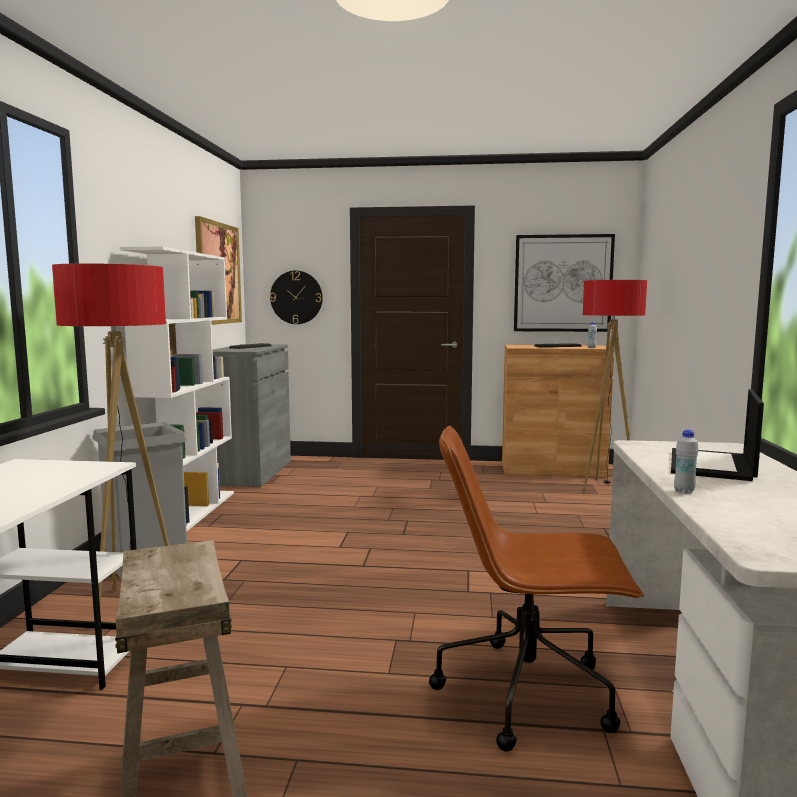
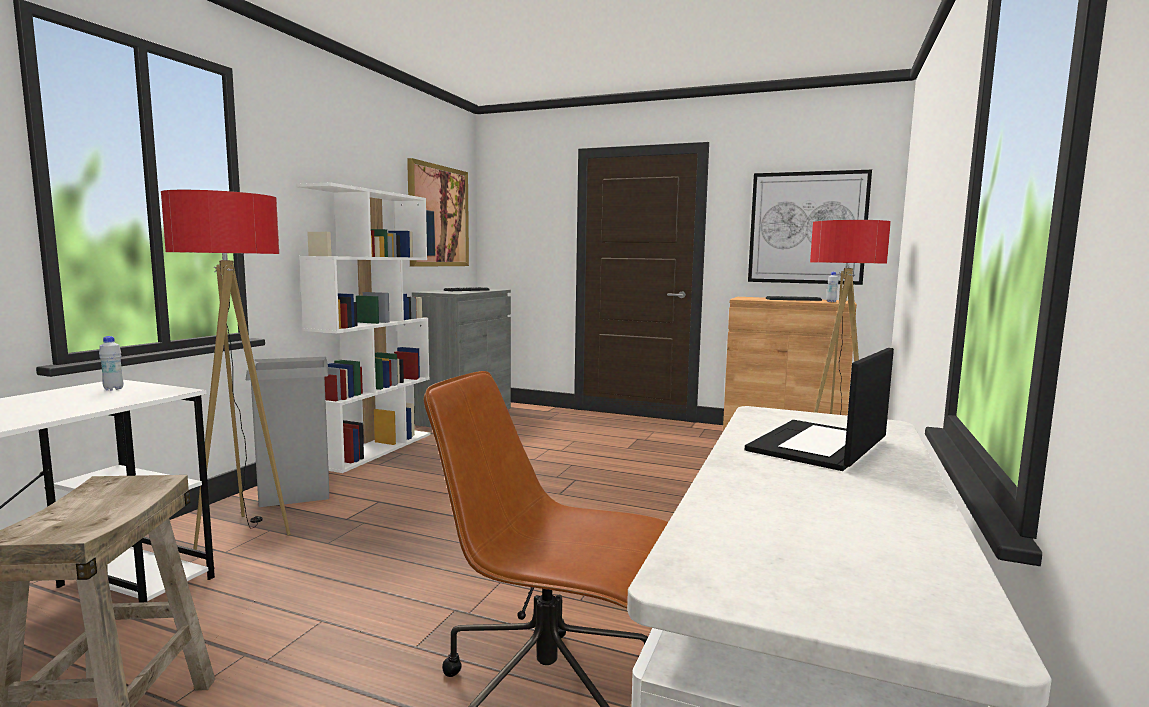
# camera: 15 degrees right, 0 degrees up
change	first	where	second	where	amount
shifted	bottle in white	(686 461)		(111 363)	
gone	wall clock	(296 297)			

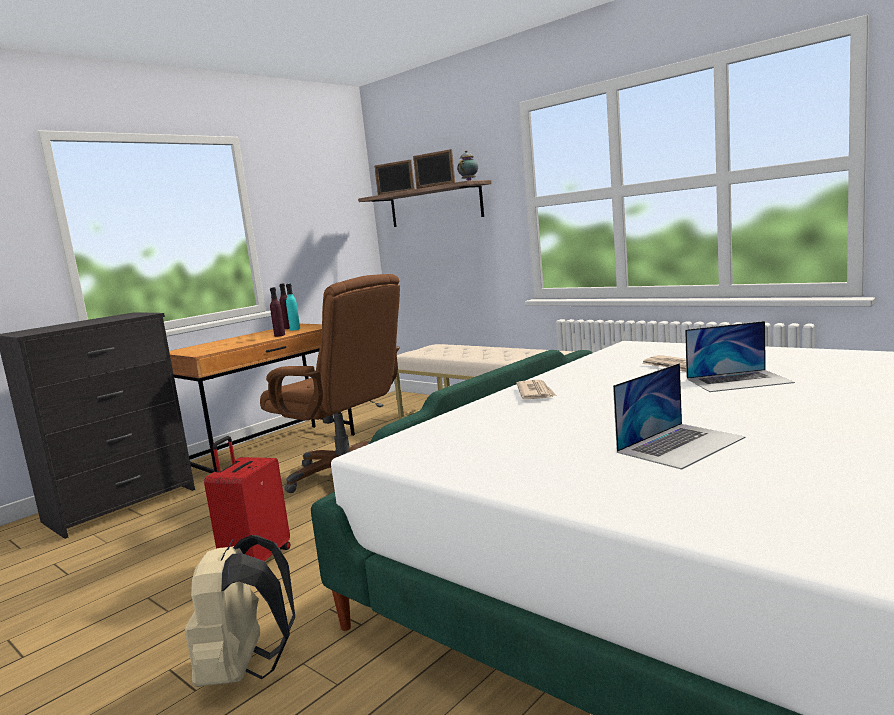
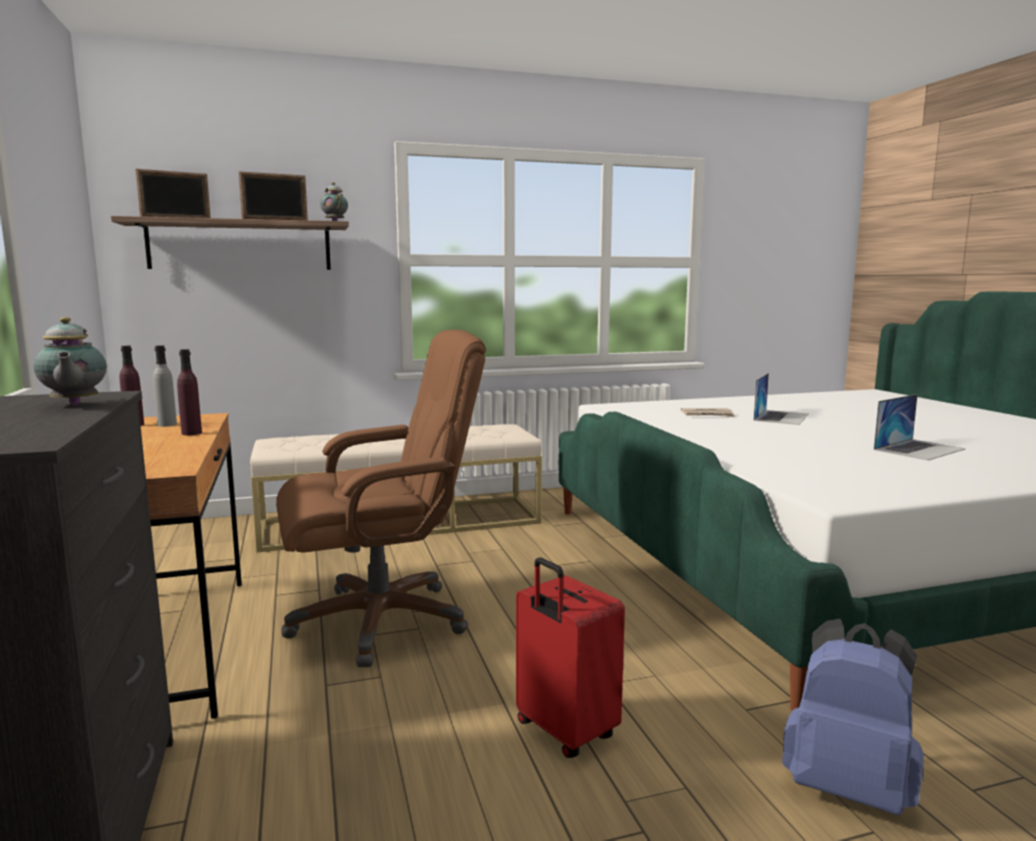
# camera: 60 degrees left, 0 degrees up
change	first	where	second	where	amount
new			teapot	(70 361)	
repainted	bottle in turquoise	(293 307)	bottle in grey	(165 386)	
repainted	backpack in beige	(240 611)	backpack in blue	(853 717)	
rotated	laptop	(679 416)		(920 427)	60 degrees clockwise
gone	newspaper	(536 389)			

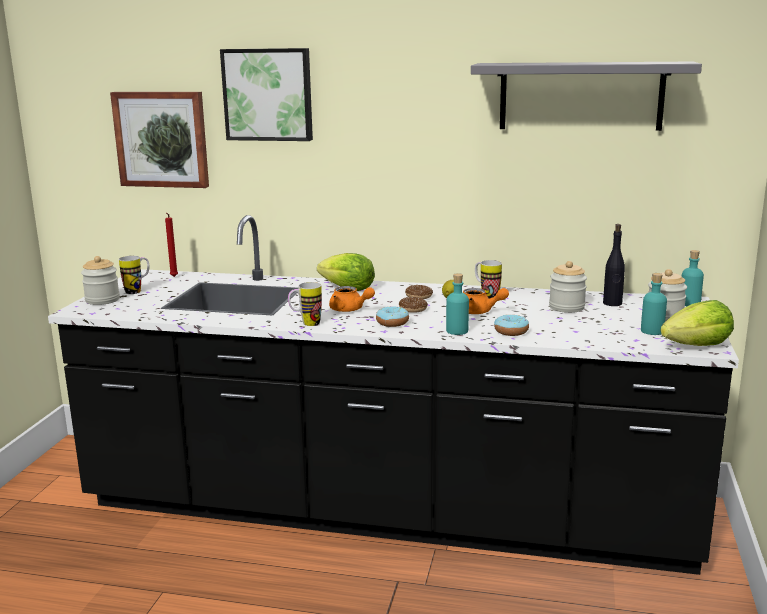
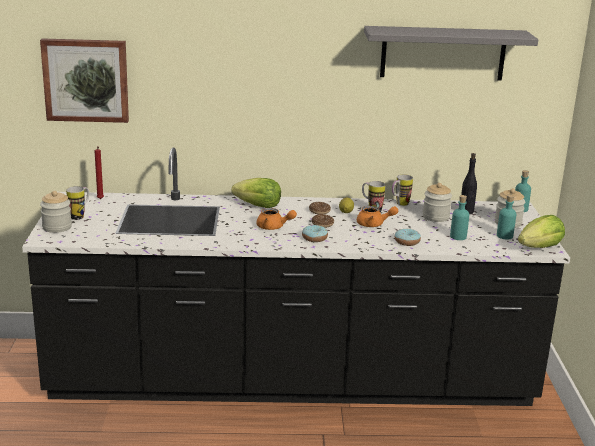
# camera: 15 degrees left, 5 degrees up
change	first	where	second	where	amount
shifted	mug	(305 304)		(402 190)	
shifted	bottle in turquoise	(457 304)		(459 217)	
gone	picture	(266 94)			

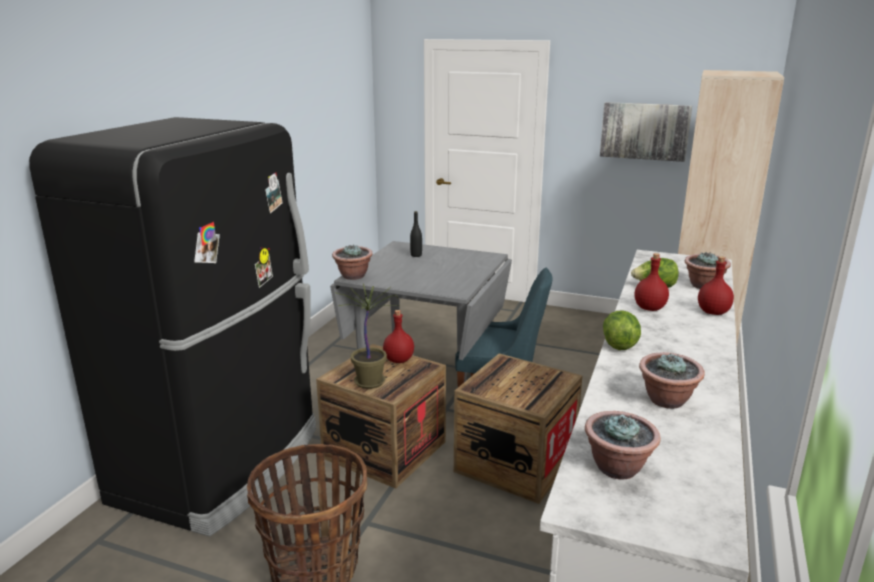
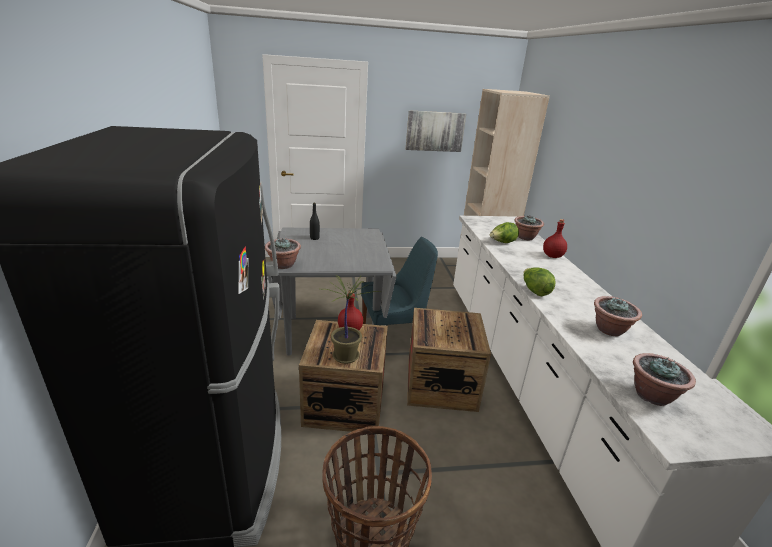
# camera: 30 degrees left, 5 degrees up
change	first	where	second	where	amount
gone	bottle in red	(652 282)			

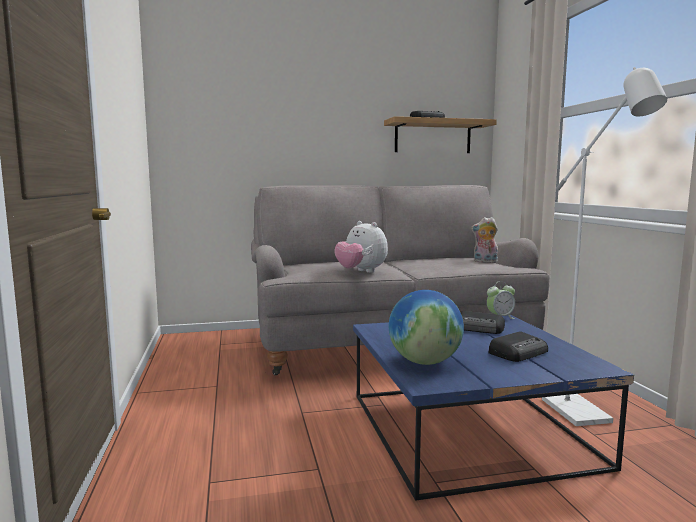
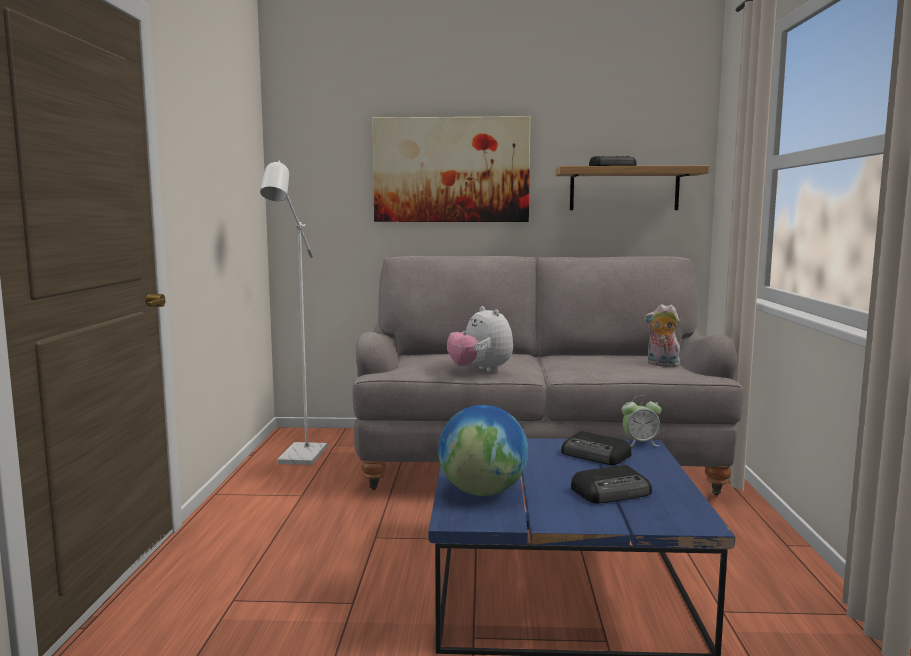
# camera: 15 degrees right, 0 degrees up
change	first	where	second	where	amount
shifted	floor lamp in white	(604 246)		(293 312)	
new			picture	(451 169)	

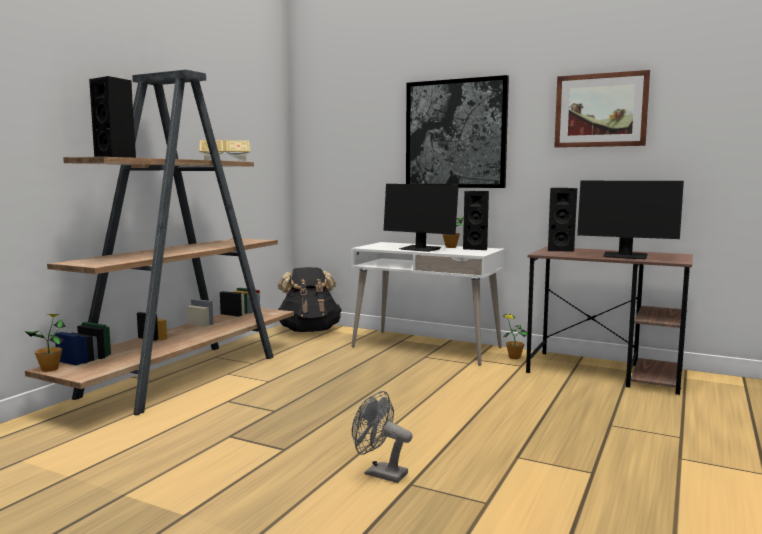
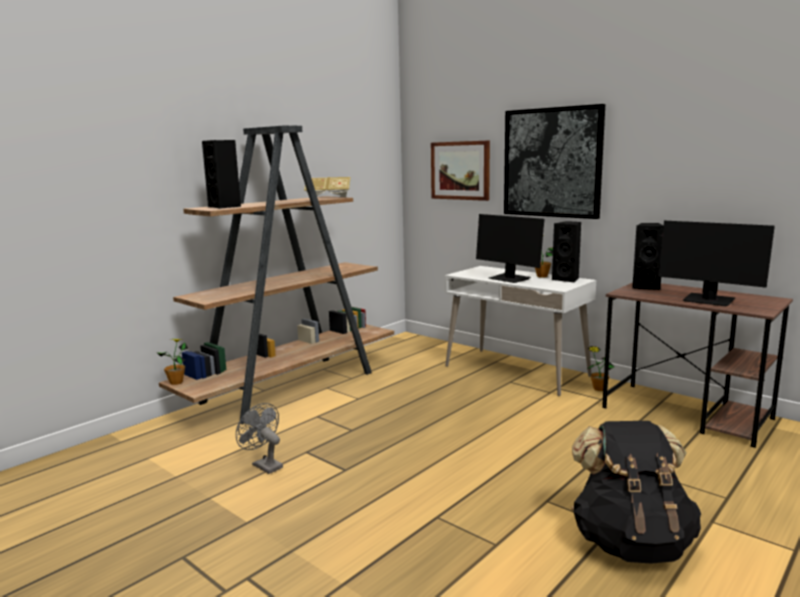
# camera: 15 degrees right, 5 degrees up
change	first	where	second	where	amount
shifted	fan in grey	(382 437)		(259 438)	
shifted	picture	(602 109)		(460 171)	
shifted	backpack in black	(310 299)		(636 492)	

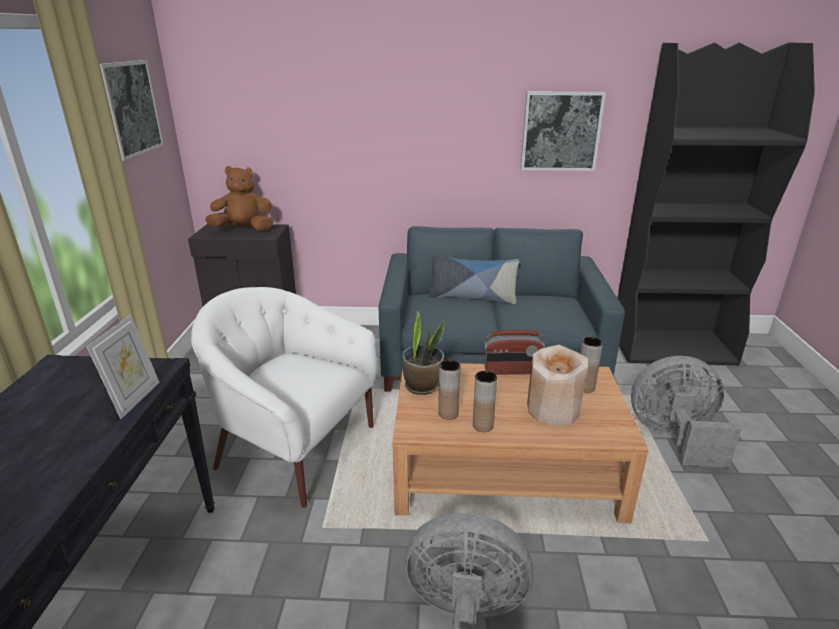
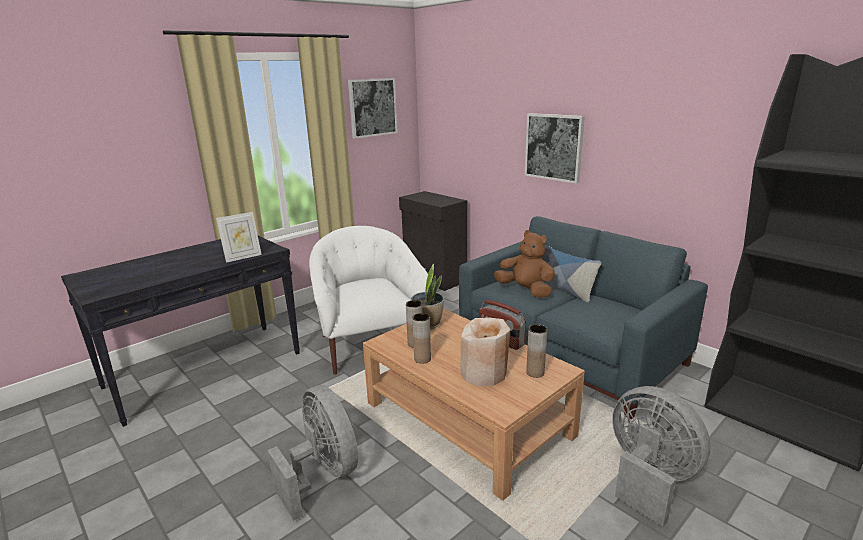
# camera: 45 degrees right, 5 degrees down
change	first	where	second	where	amount
shifted	plush toy in brown	(239 198)		(524 264)	
shifted	picture	(563 131)		(555 148)	

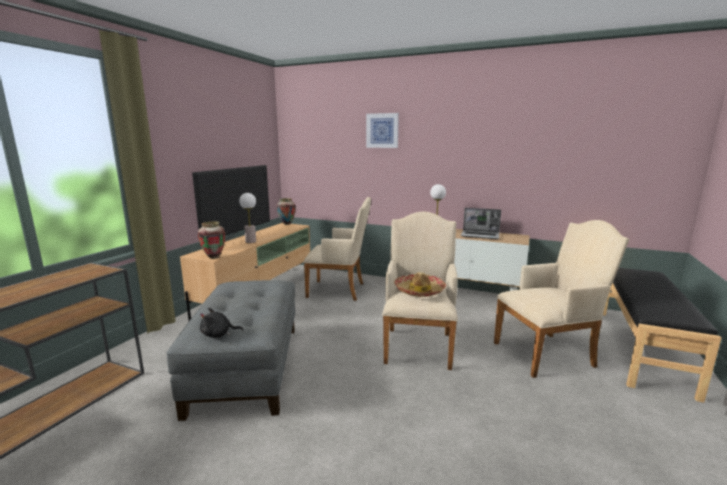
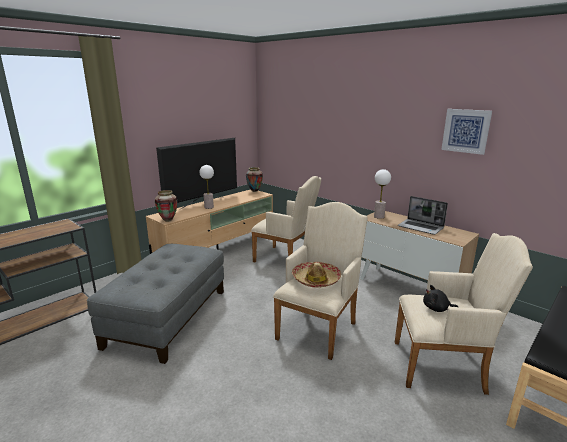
# camera: 20 degrees right, 5 degrees up
change	first	where	second	where	amount
shifted	plush toy in black	(221 323)		(440 298)	
shifted	picture	(382 130)		(466 132)	

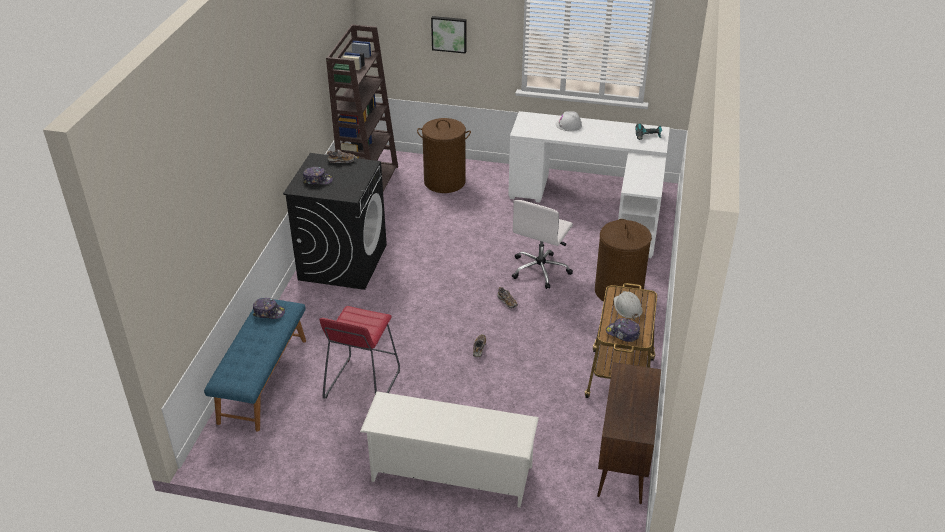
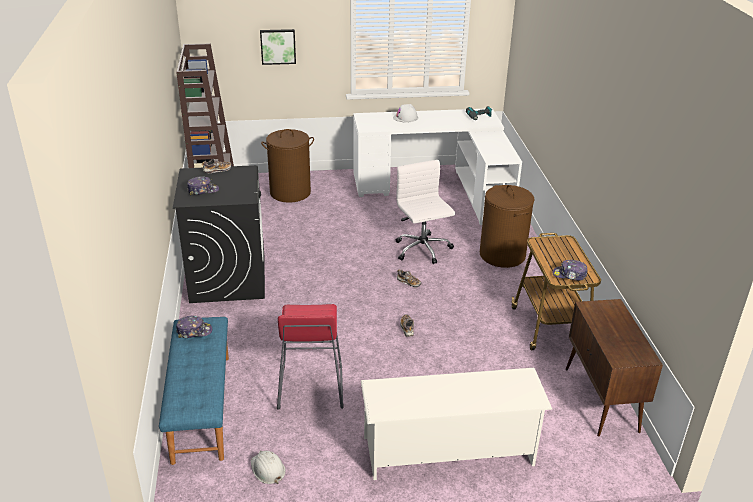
# camera: 20 degrees left, 5 degrees down
change	first	where	second	where	amount
shifted	hard hat in white	(628 305)		(268 467)	
rotated	office chair in white	(542 244)		(425 212)	150 degrees clockwise

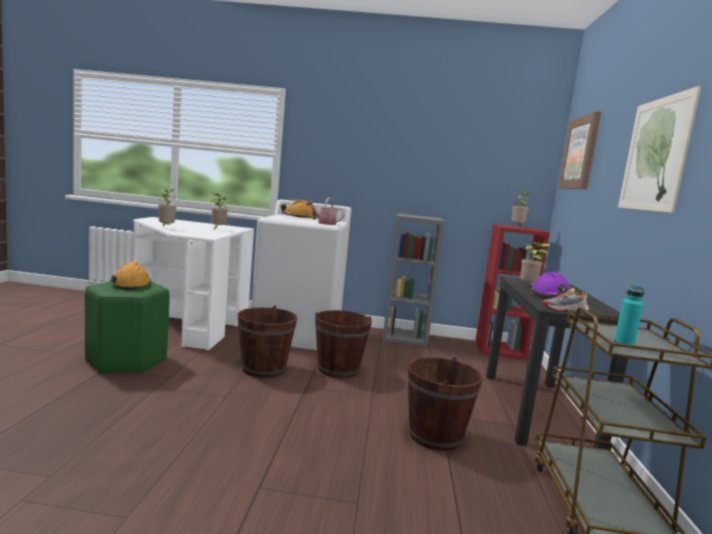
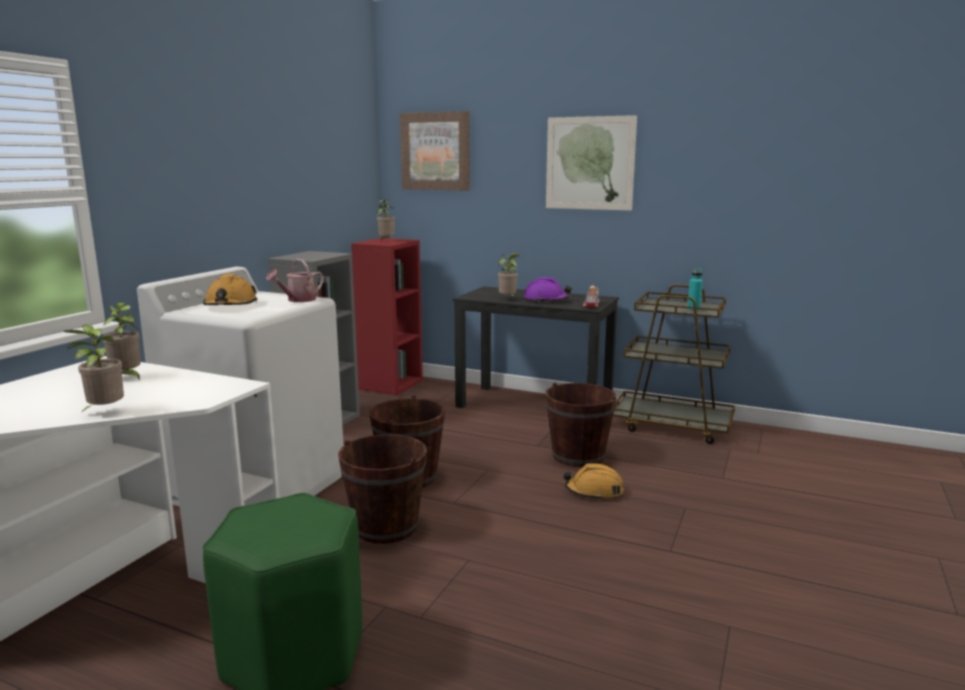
# camera: 70 degrees left, 5 degrees up
change	first	where	second	where	amount
shifted	hard hat in orange	(131 276)		(593 482)	

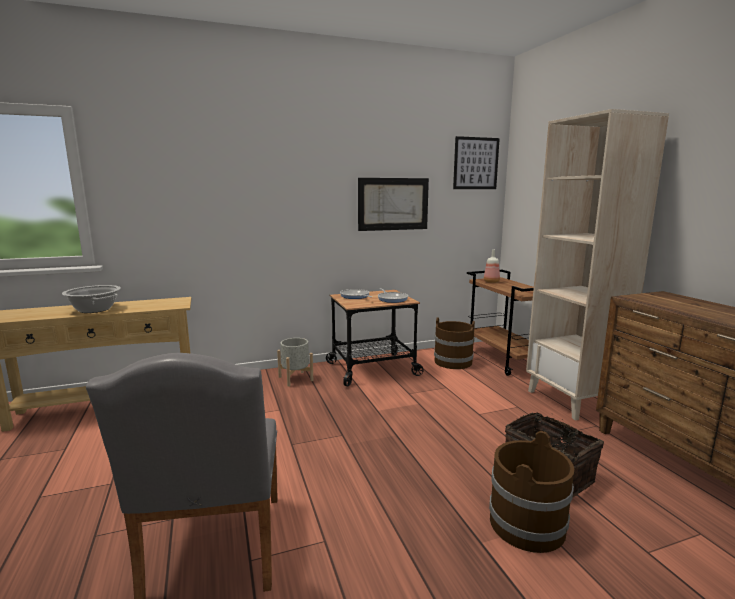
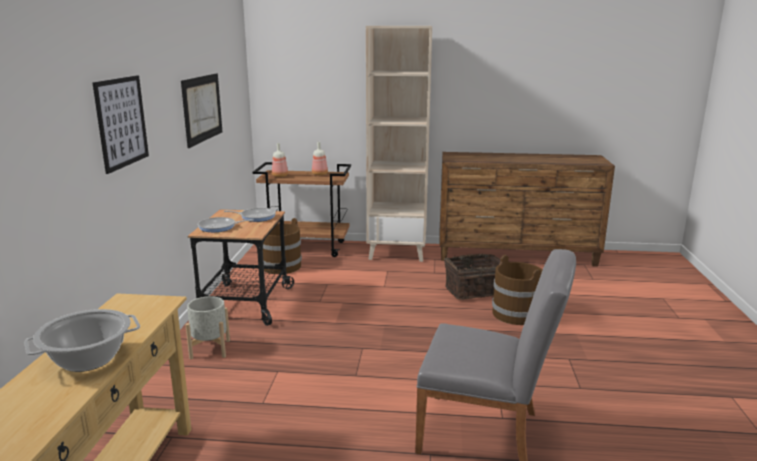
# camera: 65 degrees left, 5 degrees up
change	first	where	second	where	amount
shifted	picture	(476 162)		(120 124)	
new			bottle	(320 159)	

